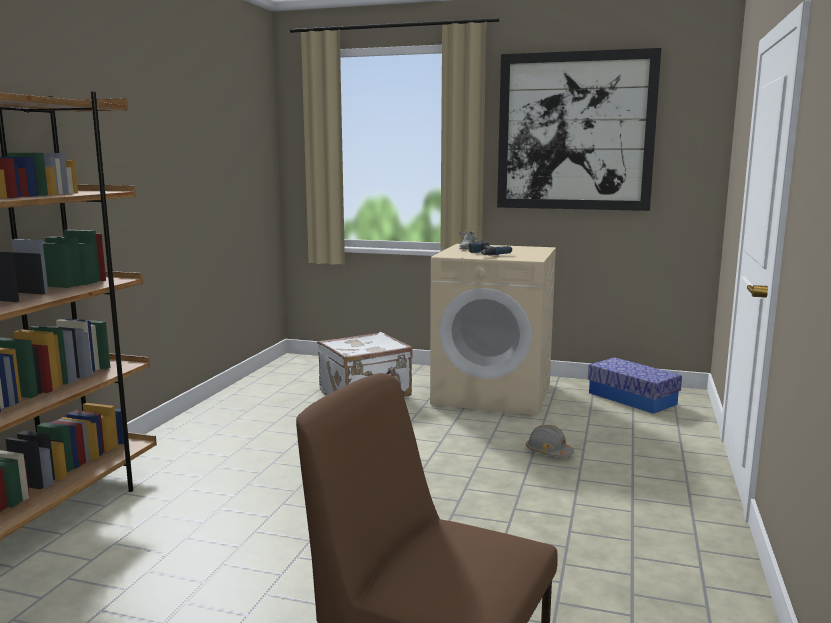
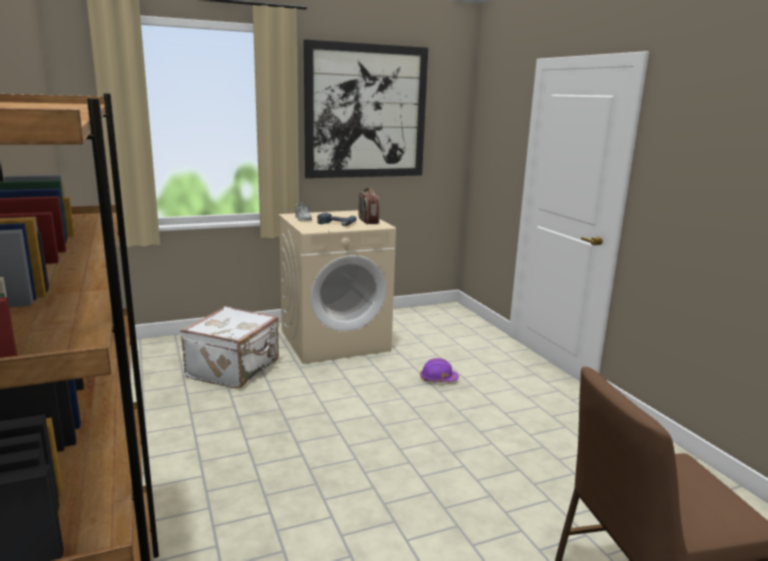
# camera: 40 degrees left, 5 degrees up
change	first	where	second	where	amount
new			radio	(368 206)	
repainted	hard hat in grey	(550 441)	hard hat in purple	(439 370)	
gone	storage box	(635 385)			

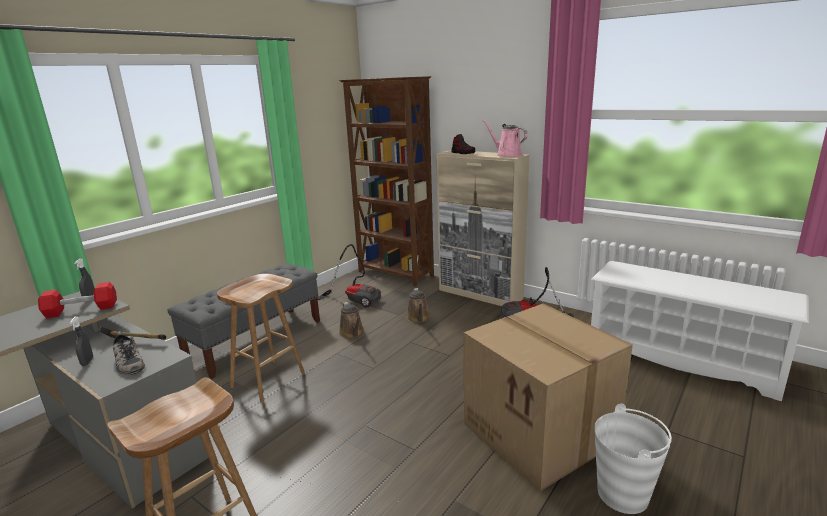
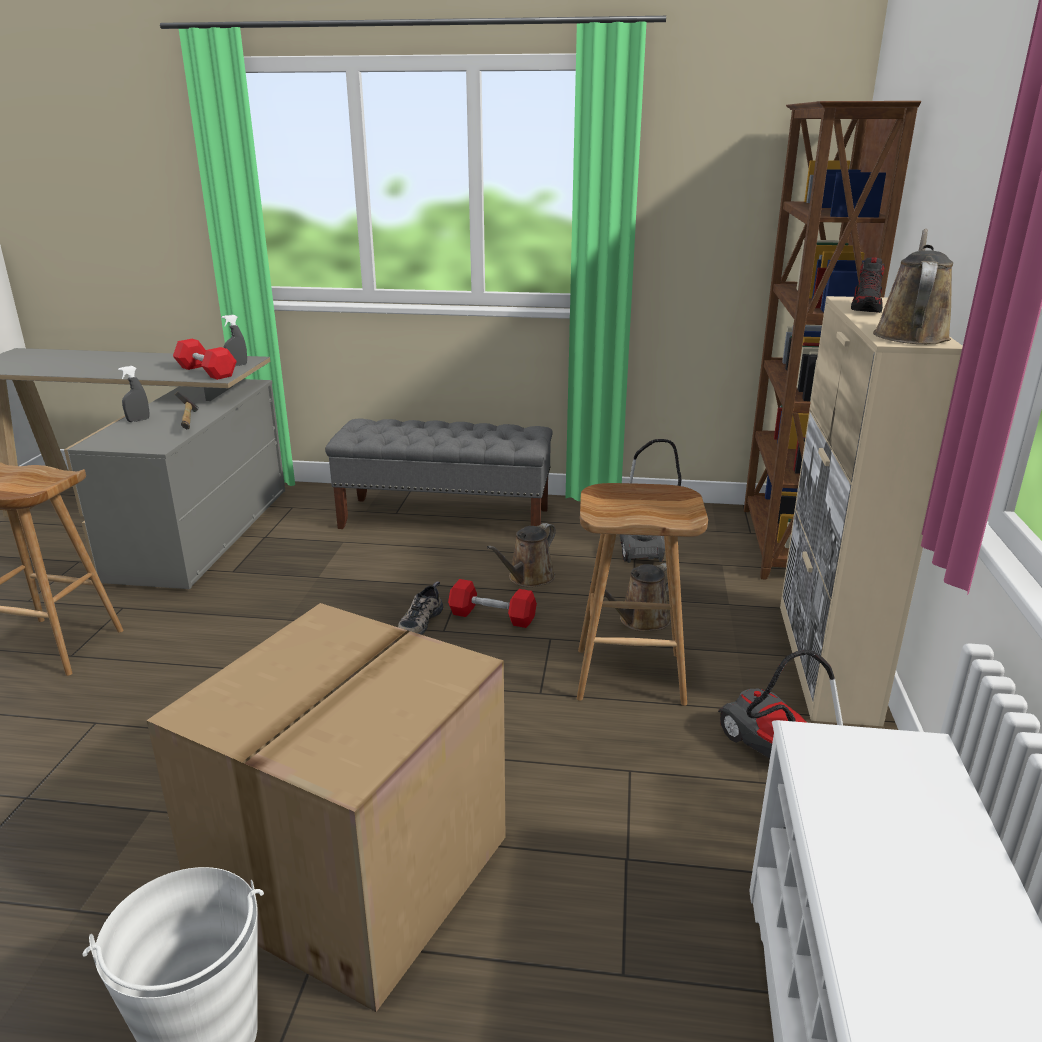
# camera: 60 degrees right, 5 degrees up
change	first	where	second	where	amount
shifted	shoe	(129 353)		(420 608)	
new			dumbbell in red	(492 603)	
shifted	stool in brown	(261 338)		(642 594)	
repainted	watering can in pink	(505 138)	watering can in brown	(913 286)	

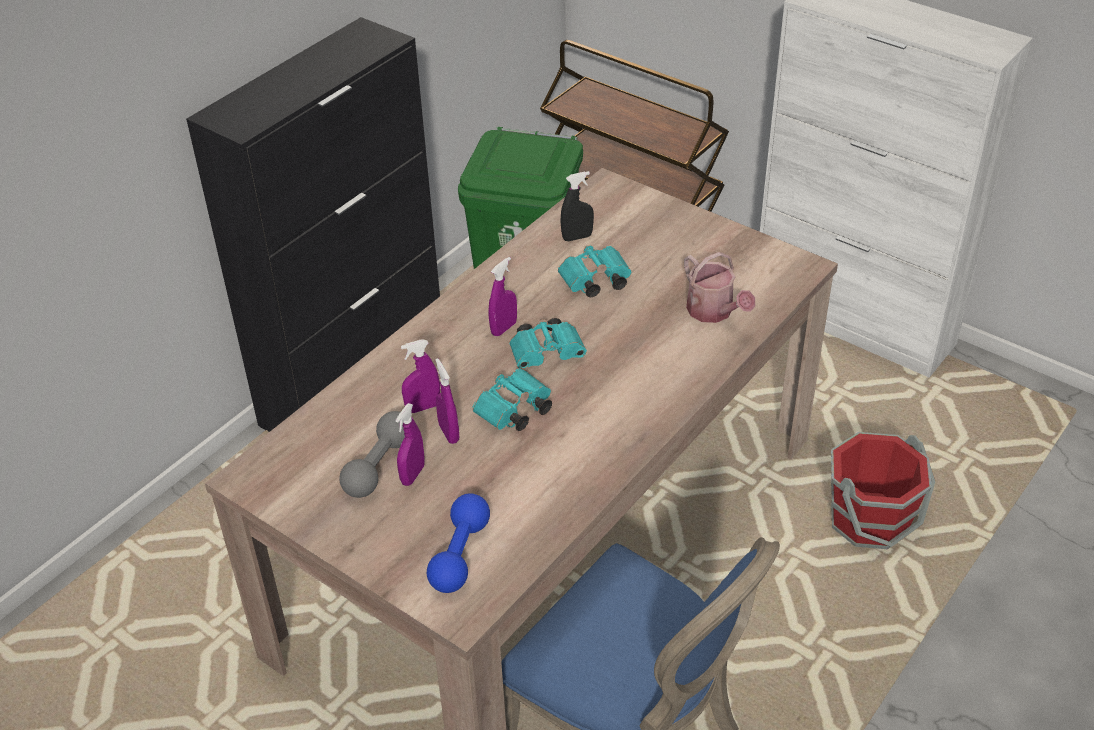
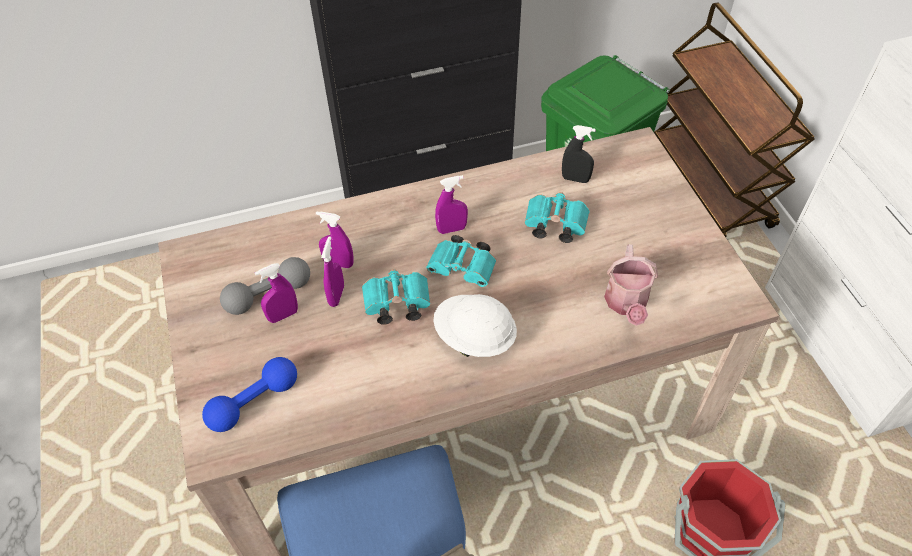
# camera: 35 degrees right, 10 degrees up
change	first	where	second	where	amount
new			hard hat in white	(475 325)	

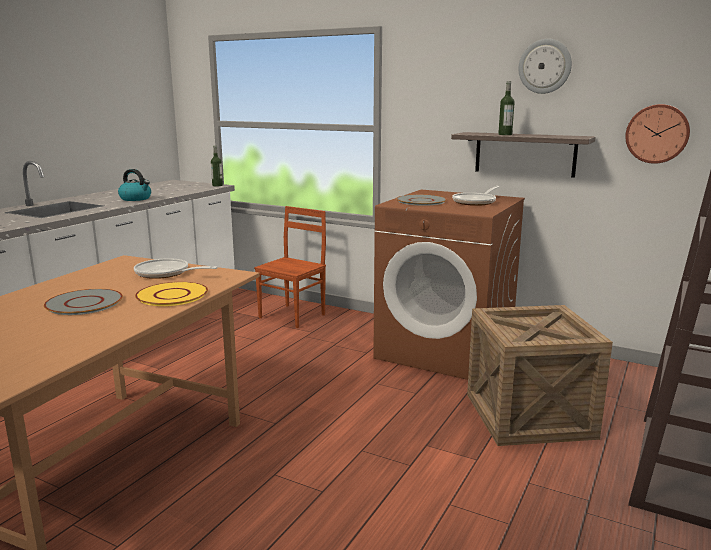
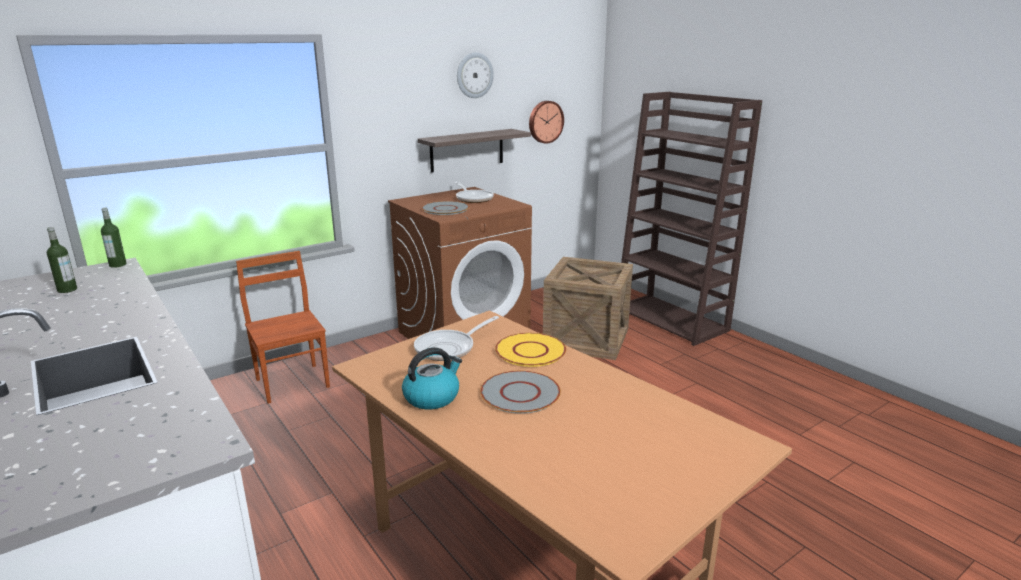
# camera: 65 degrees left, 5 degrees up
change	first	where	second	where	amount
shifted	bottle	(506 108)		(62 260)	
shifted	kettle	(134 185)		(432 378)	

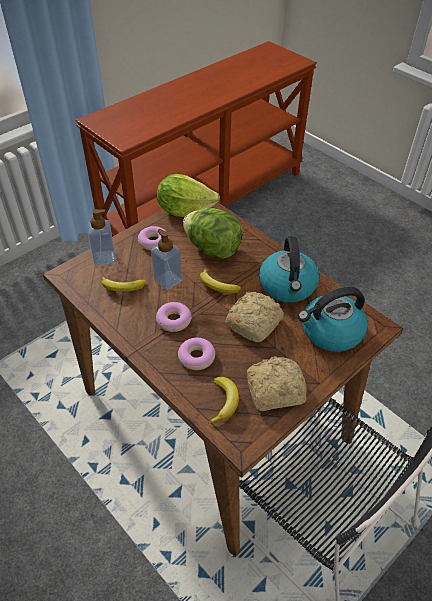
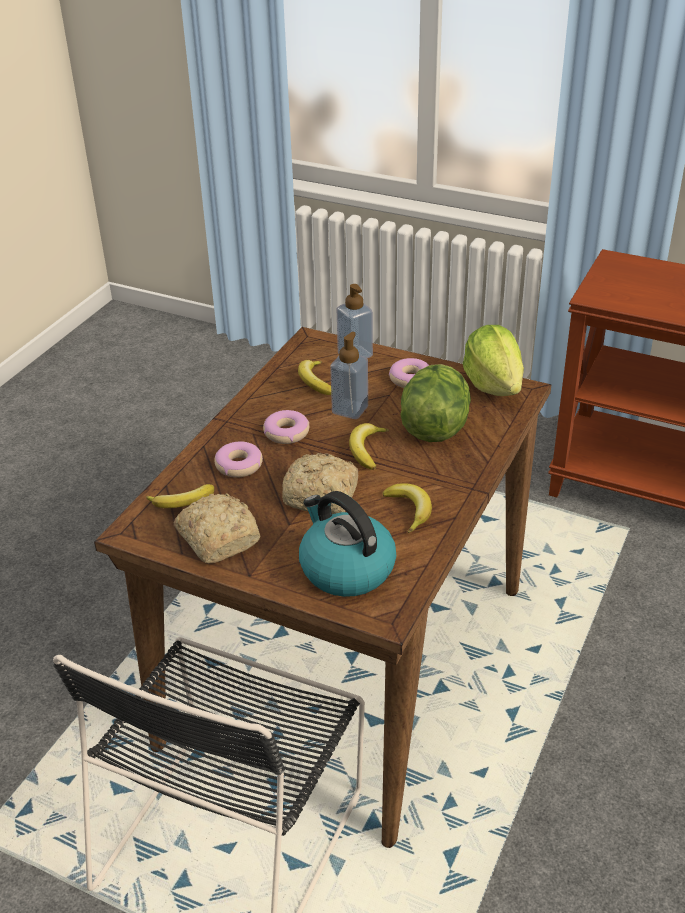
# camera: 70 degrees right, 10 degrees down
change	first	where	second	where	amount
swapped	kettle	(289 269)	banana	(407 508)	

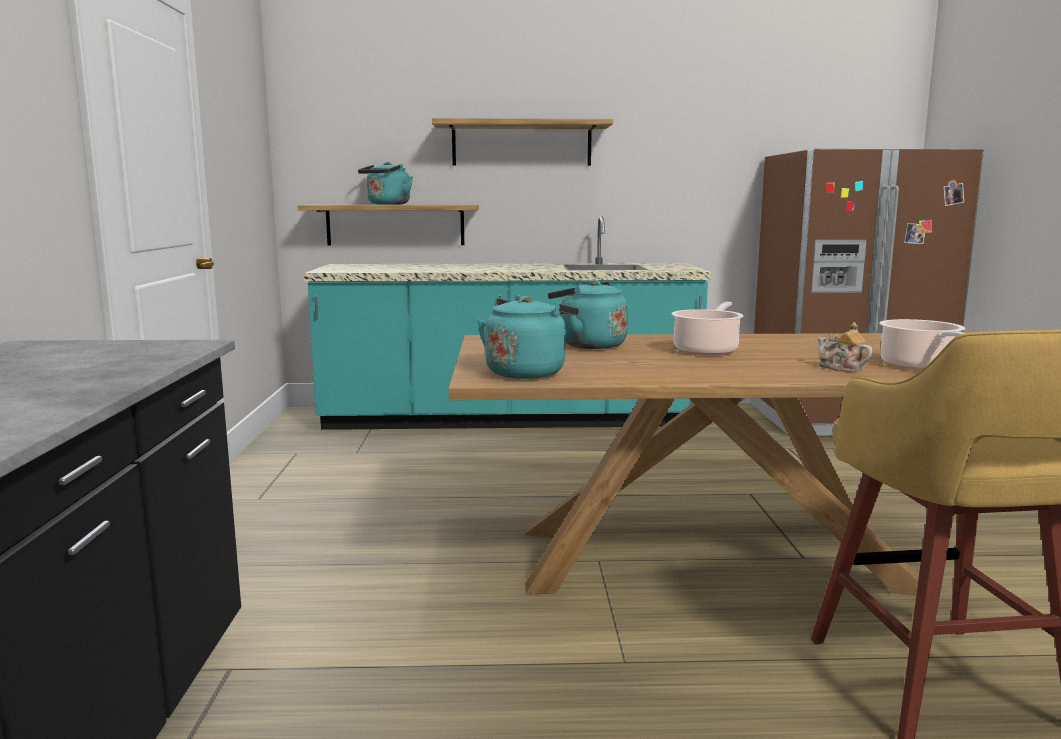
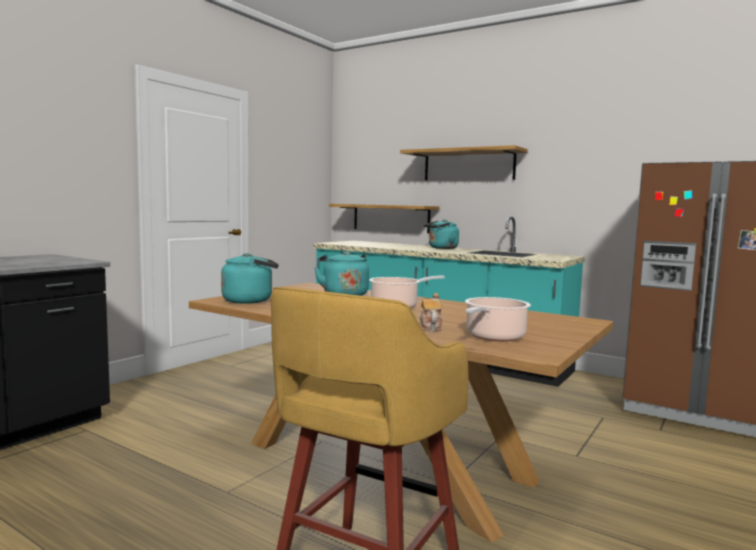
# camera: 35 degrees right, 5 degrees down
change	first	where	second	where	amount
shifted	kettle in turquoise	(385 183)		(441 234)	

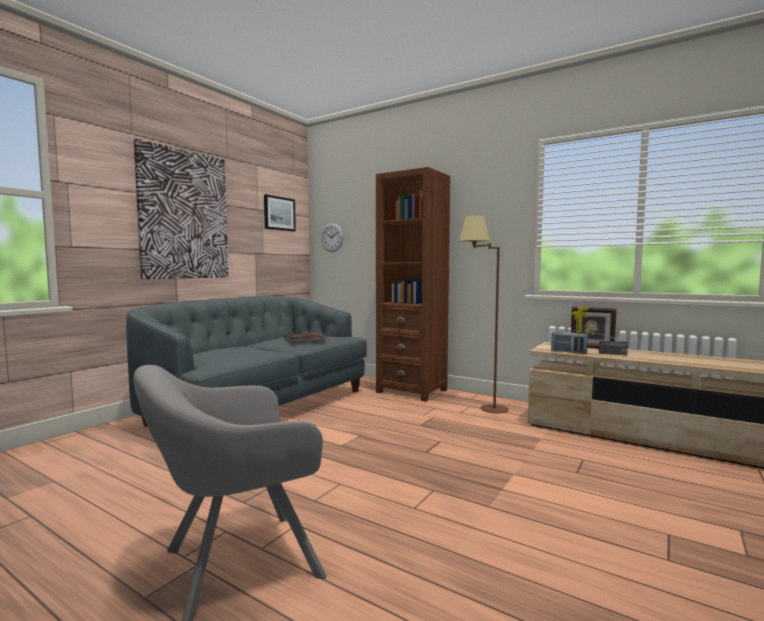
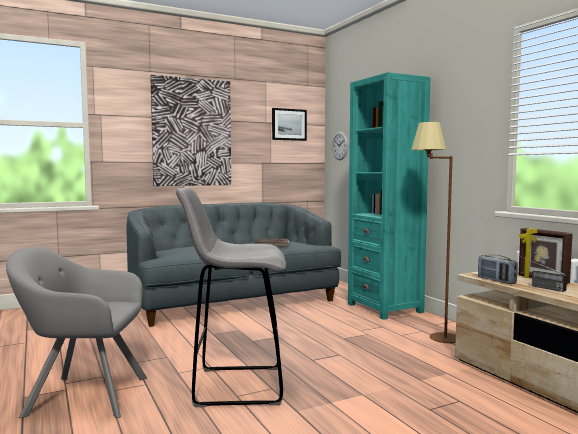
# camera: 30 degrees right, 0 degrees up
change	first	where	second	where	amount
new			stool in grey	(231 296)	
repainted	bookcase in brown	(413 284)	bookcase in turquoise	(389 196)	

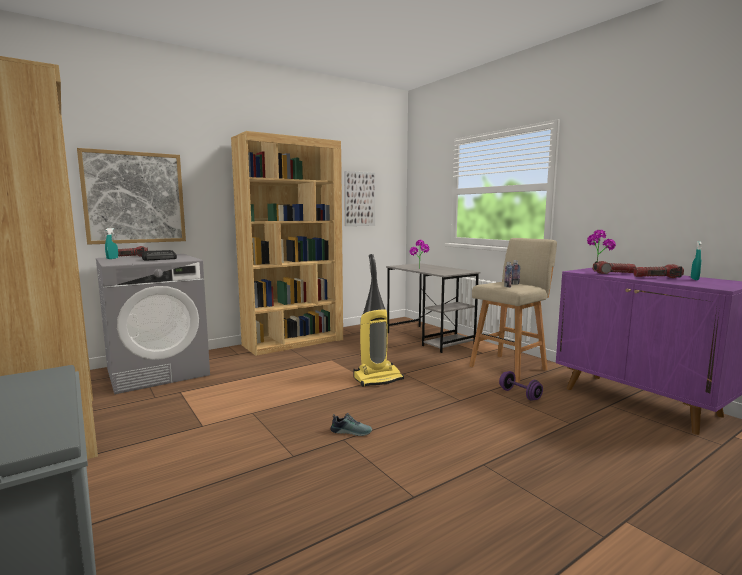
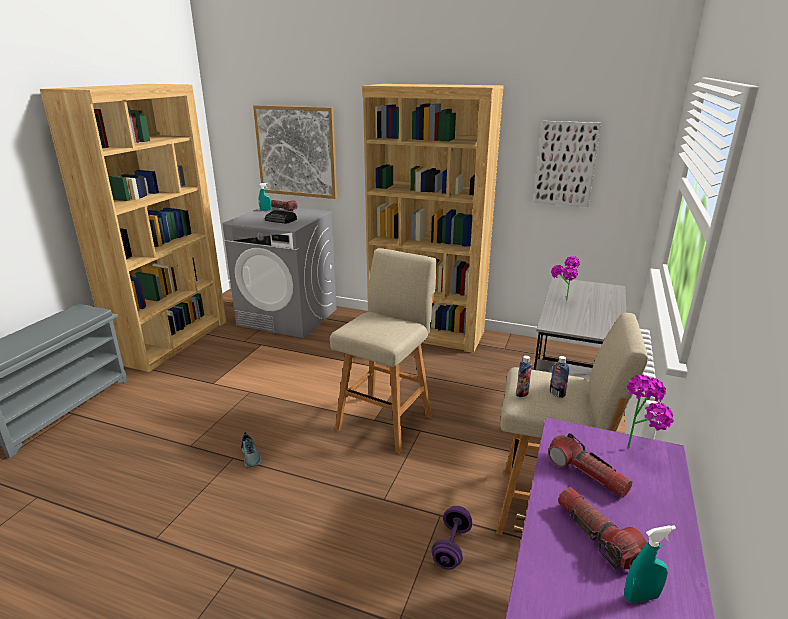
# camera: 55 degrees right, 15 degrees up
change	first	where	second	where	amount
swapped	vacuum cleaner	(378 320)	stool in beige	(383 351)	

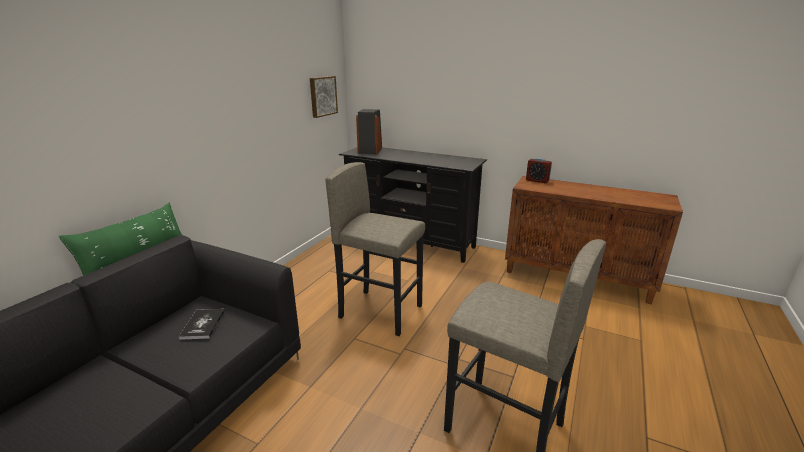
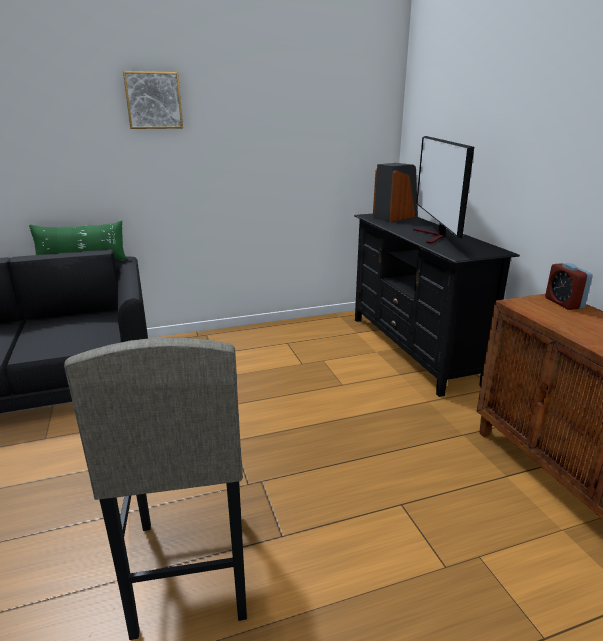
# camera: 45 degrees right, 0 degrees up
change	first	where	second	where	amount
shifted	picture	(324 97)		(153 100)	
new			television	(443 190)	
gone	book	(202 324)			
gone	stool in grey	(375 249)			

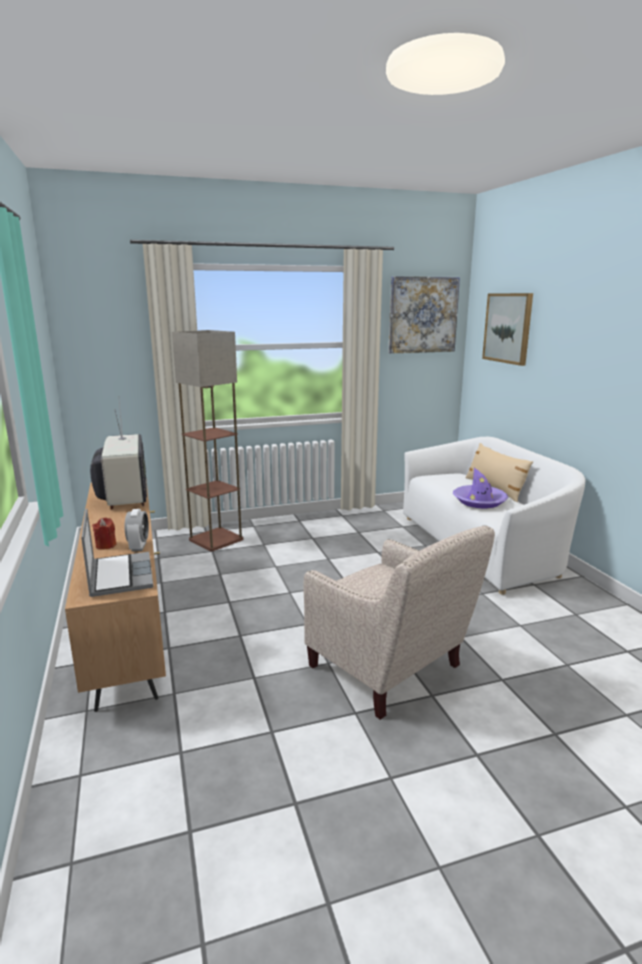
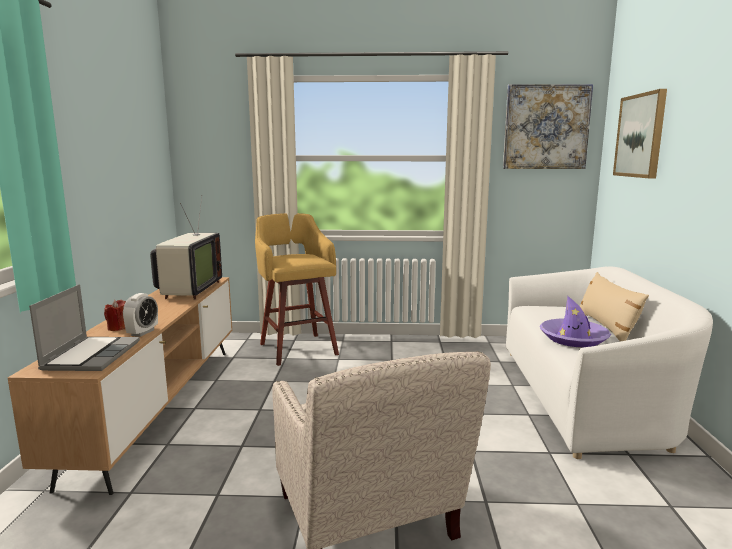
# camera: 20 degrees right, 5 degrees down
change	first	where	second	where	amount
swapped	floor lamp	(207 441)	stool in yellow	(297 289)	

